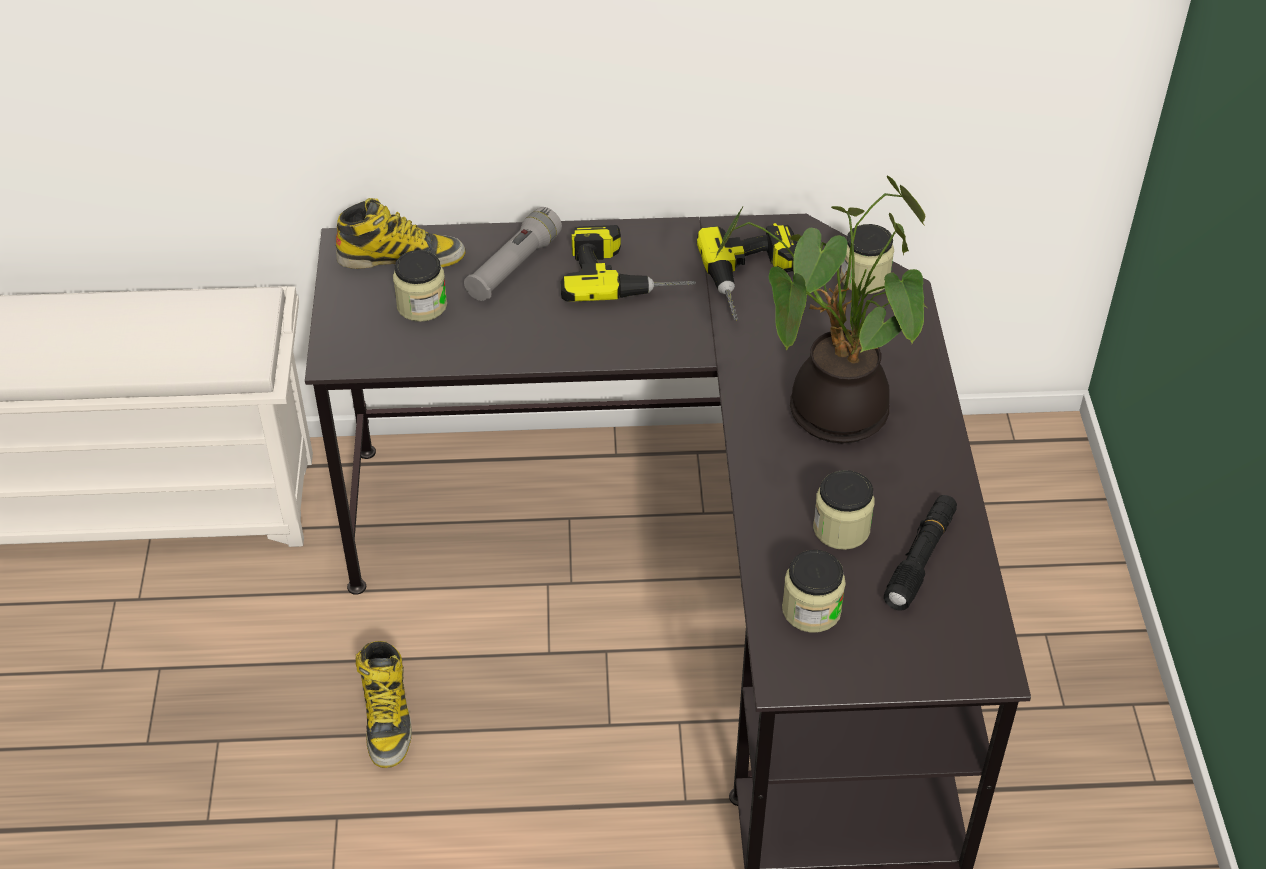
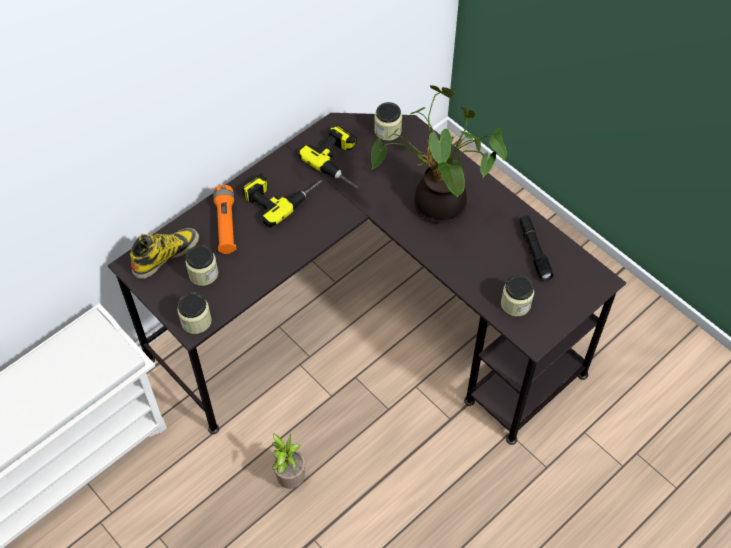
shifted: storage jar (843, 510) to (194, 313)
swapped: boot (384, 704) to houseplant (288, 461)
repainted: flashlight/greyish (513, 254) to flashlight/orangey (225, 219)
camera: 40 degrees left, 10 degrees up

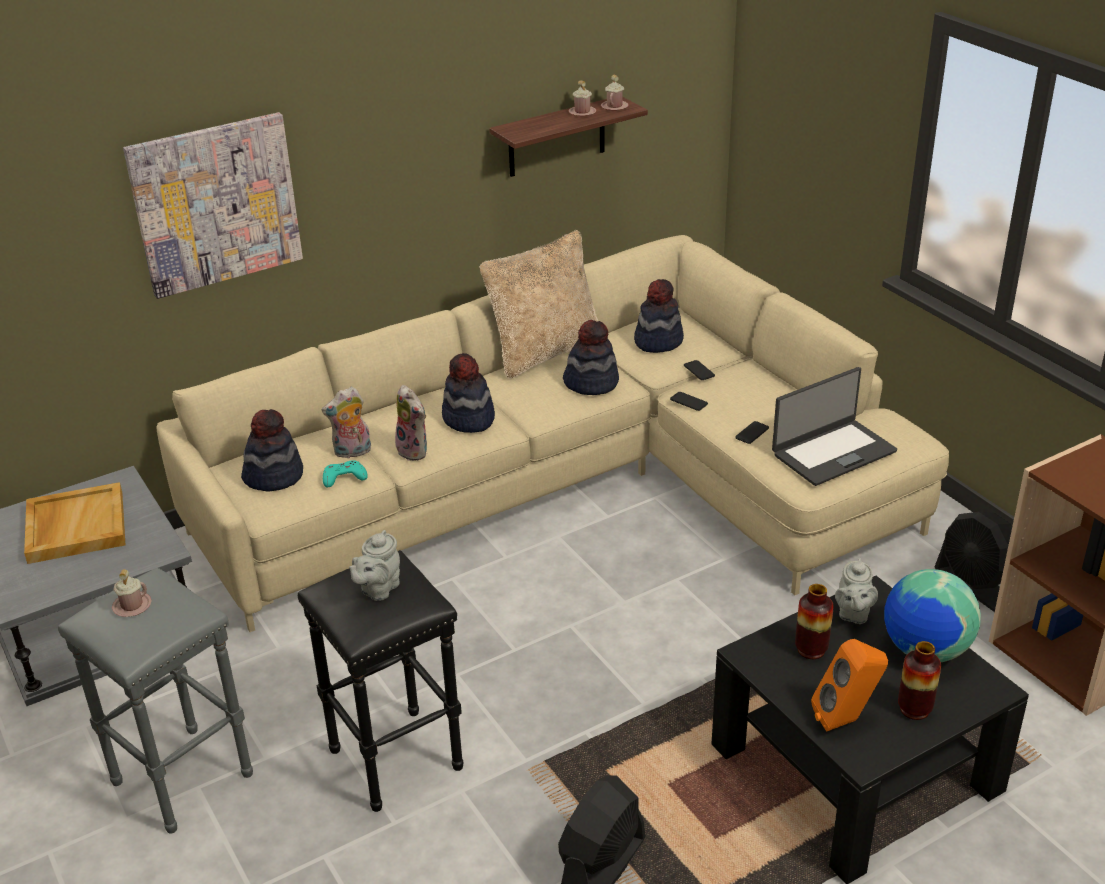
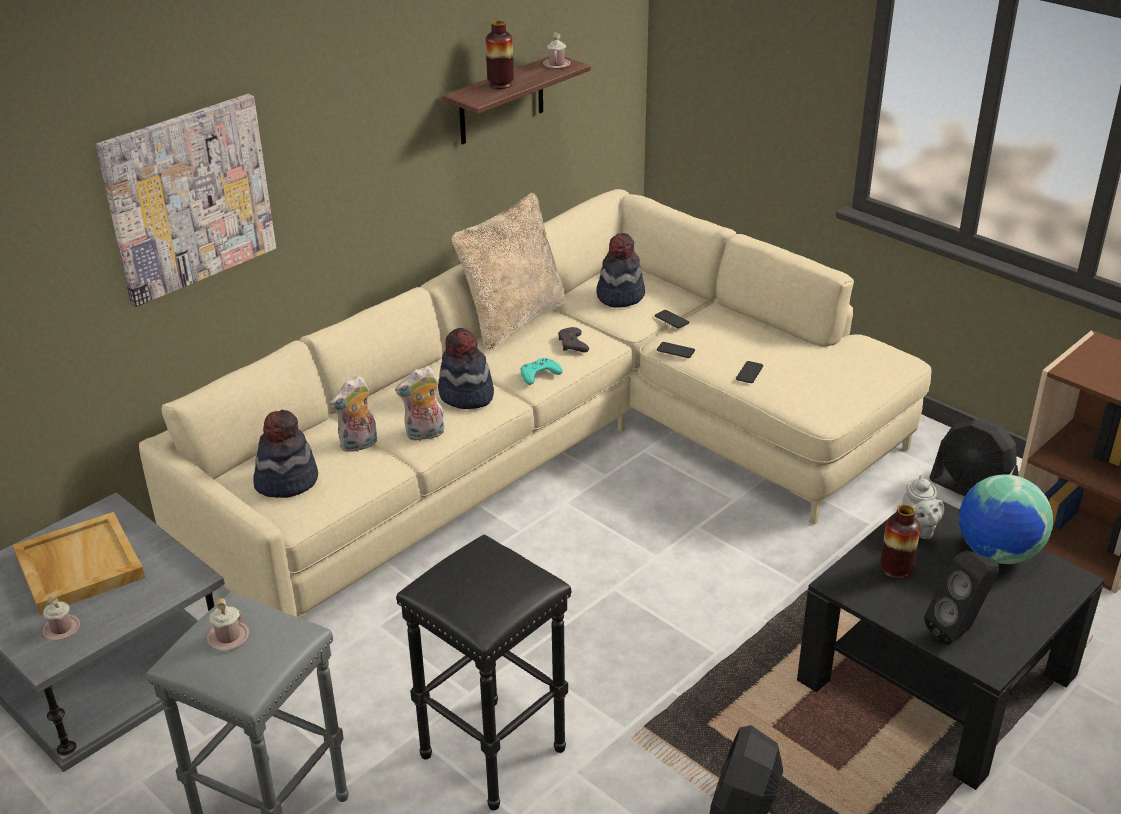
gone: tea pot/greyish (374, 565); portable computer (834, 426)
shifted: game controller/turquoise-coloured (345, 473) to (542, 371); mug/pinkish (582, 98) to (61, 618); decorative vase (919, 680) to (500, 55)
swapped: wearable hat (591, 357) to game controller/greyish (573, 339)
repainted: speaker/orangey (849, 685) to speaker/blackish (961, 598)
rotated: cuddly toy (411, 423) = (420, 403) 120 degrees clockwise
camera: 15 degrees left, 0 degrees up

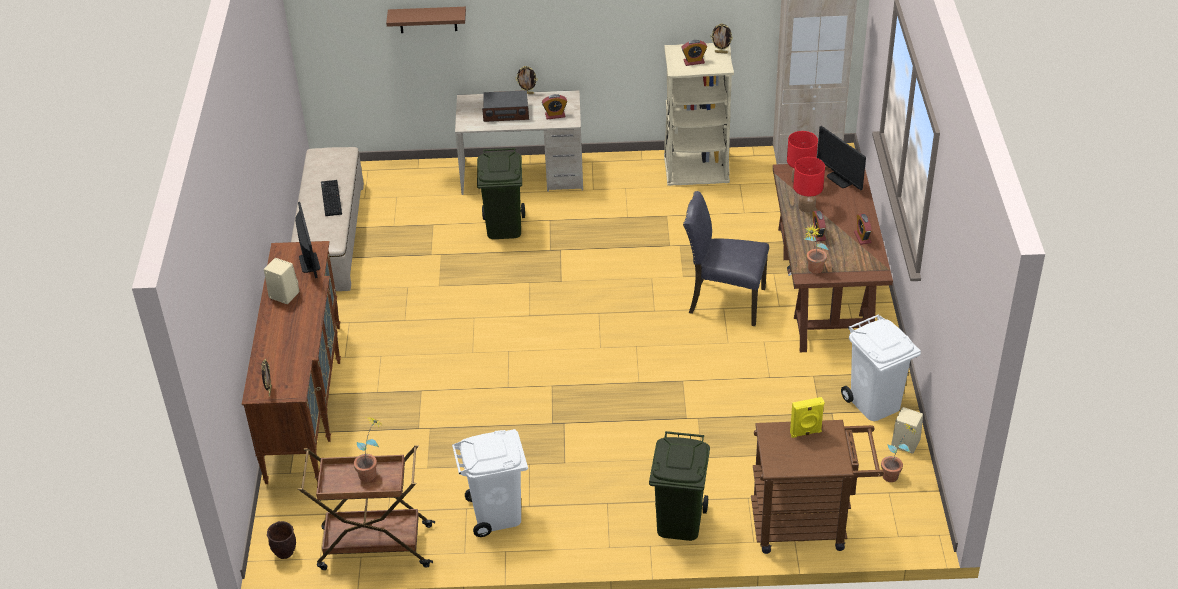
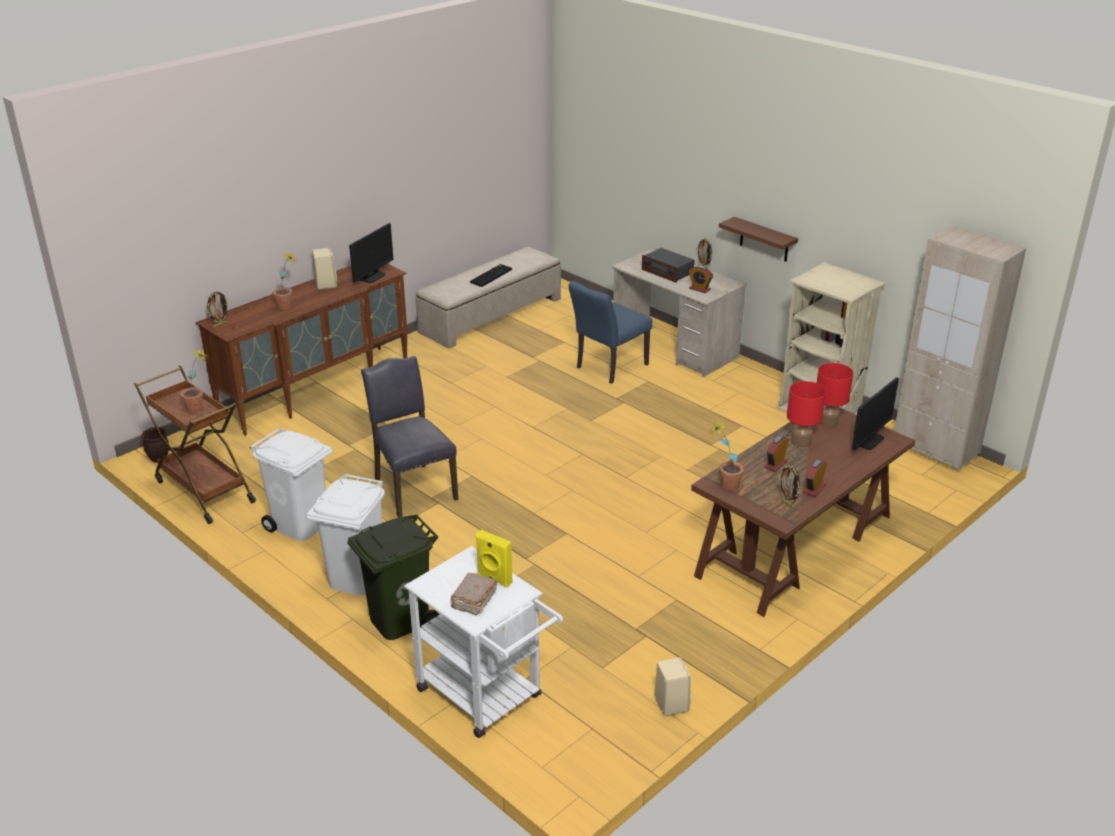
gone: table clock (694, 53)
new: volume/brownish (474, 594)
shifted: shelf/brownish (426, 20) to (758, 239); chair/greyish (726, 258) to (409, 437); photo frame (721, 39) to (789, 486); waste bin/white-coloured (881, 368) to (346, 534); houseplant (898, 453) to (285, 280)
swapped: waste bin/green-coloured (501, 193) to chair/bluish (610, 332)
repainted: cart/brownish (817, 487) to cart/white-coloured (483, 642)
rotated: monitor (841, 158) = (875, 413) 150 degrees counterclockwise
camera: 45 degrees right, 10 degrees down

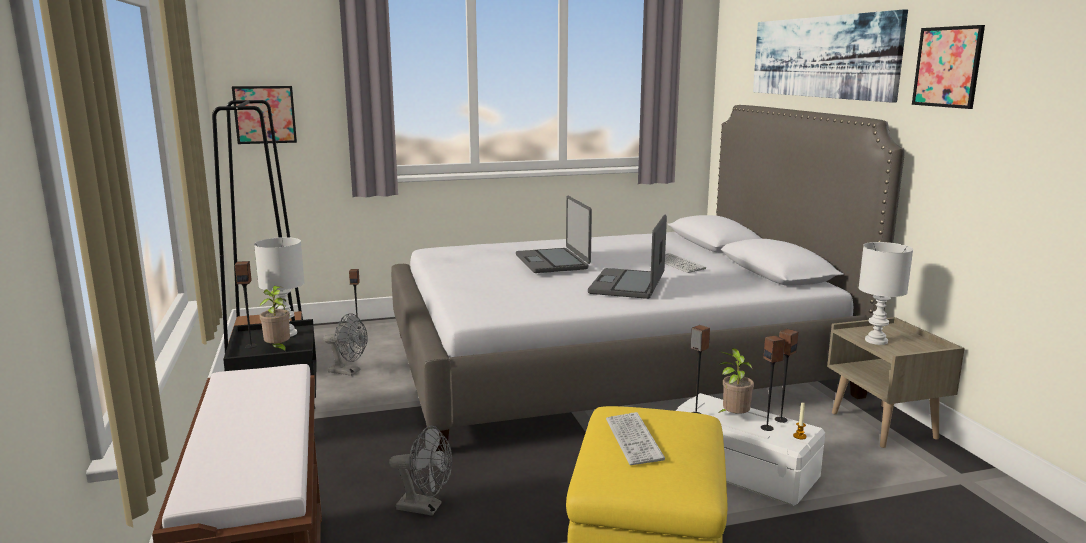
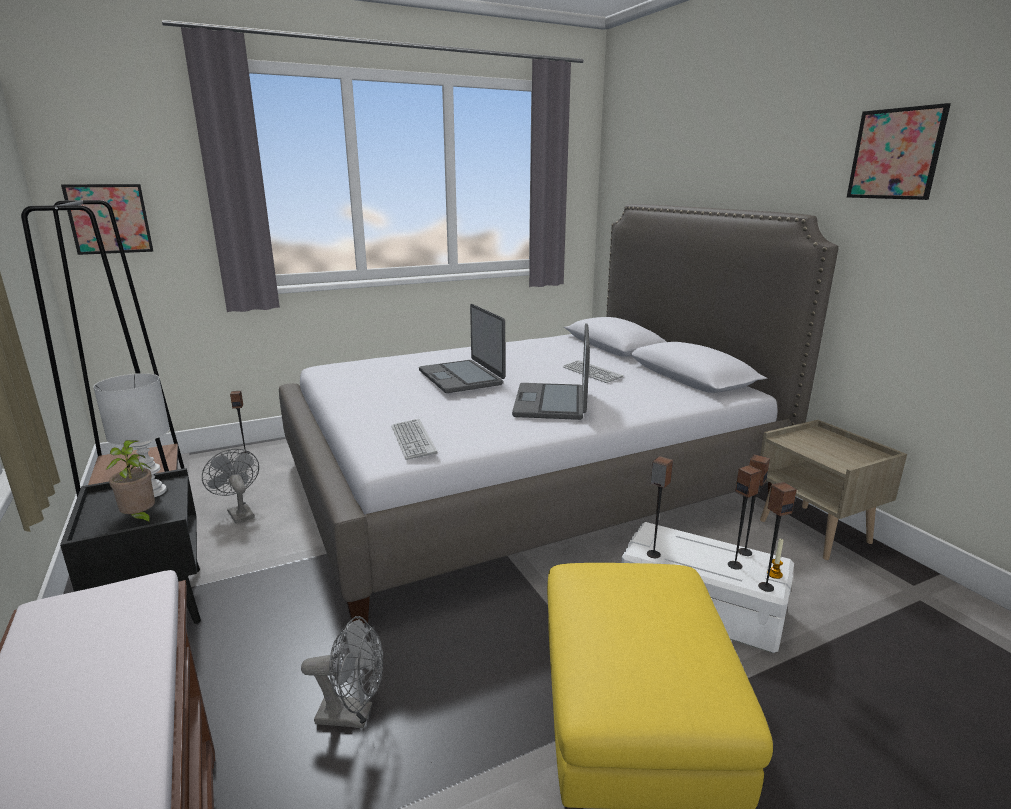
gone: houseplant (736, 381); picture (830, 56); tabletop lamp/white-coloured (886, 293)
shifted: speaker (246, 304) to (777, 537); keyboard (635, 438) to (414, 439)
rotated: fan/greyish (345, 344) = (230, 486) 135 degrees counterclockwise
camera: 10 degrees left, 5 degrees up

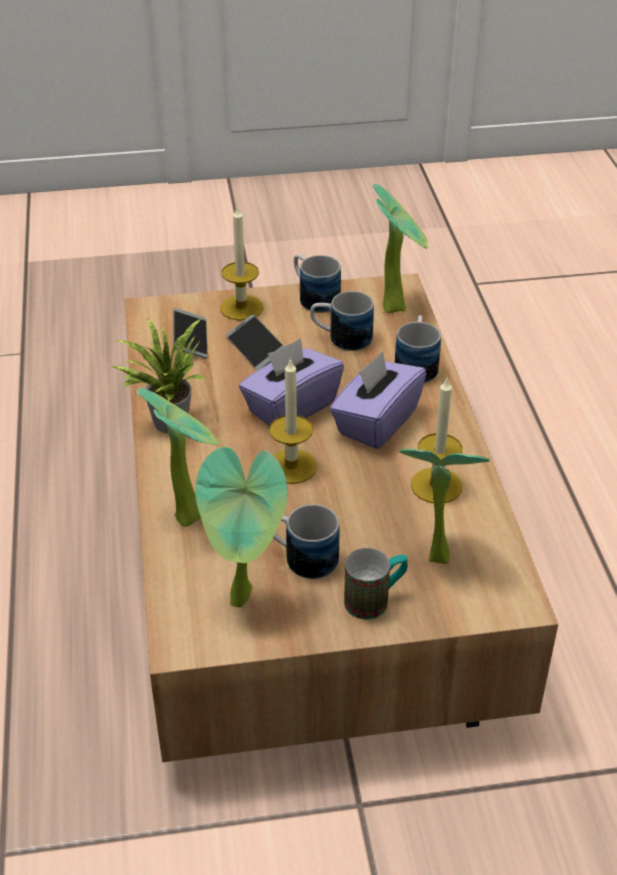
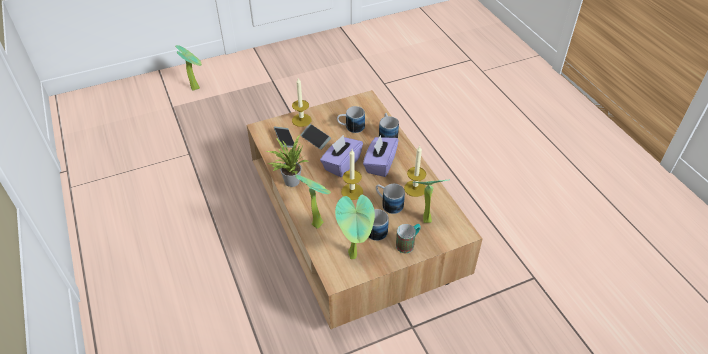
shifted: mug (317, 283) to (390, 199); houseplant (400, 248) to (188, 68)
camera: 15 degrees left, 5 degrees up

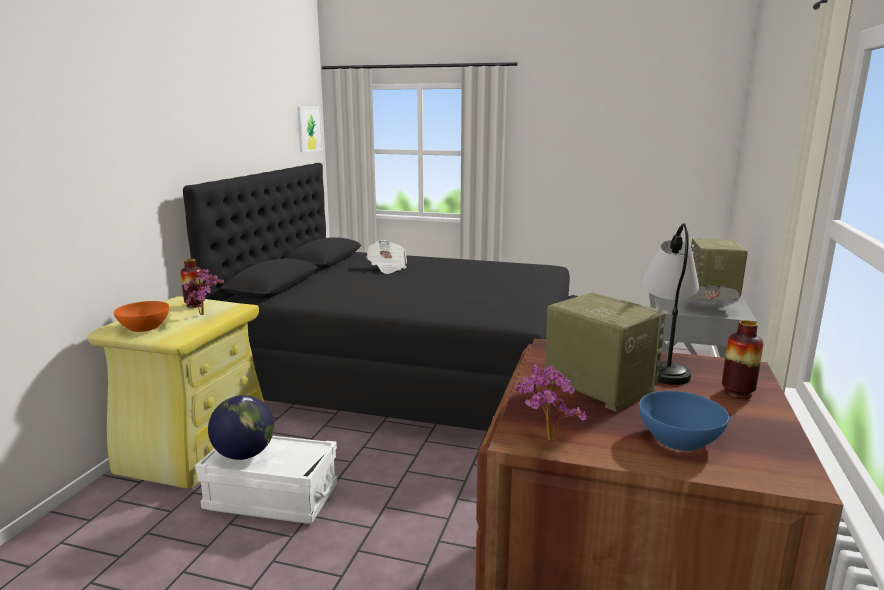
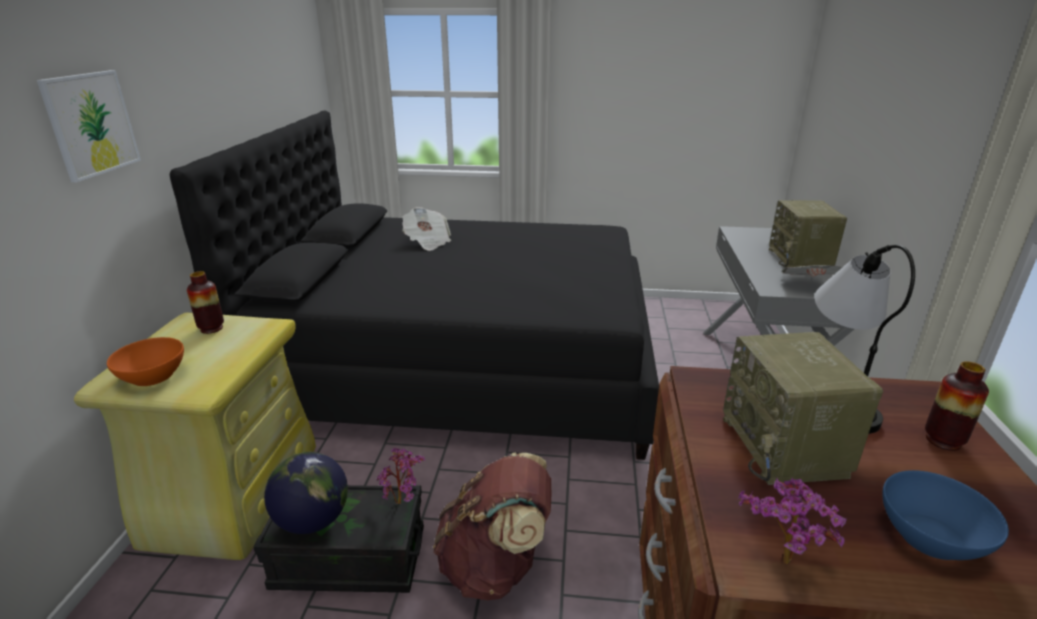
new: backpack/brownish (492, 526)
shifted: houseplant (204, 292) to (401, 476); picture (310, 129) to (89, 126)
repainted: storage box/white-coloured (266, 480) to storage box/blackish (339, 539)
rotated: radio (605, 352) = (803, 408) 135 degrees counterclockwise
camera: 10 degrees left, 10 degrees up

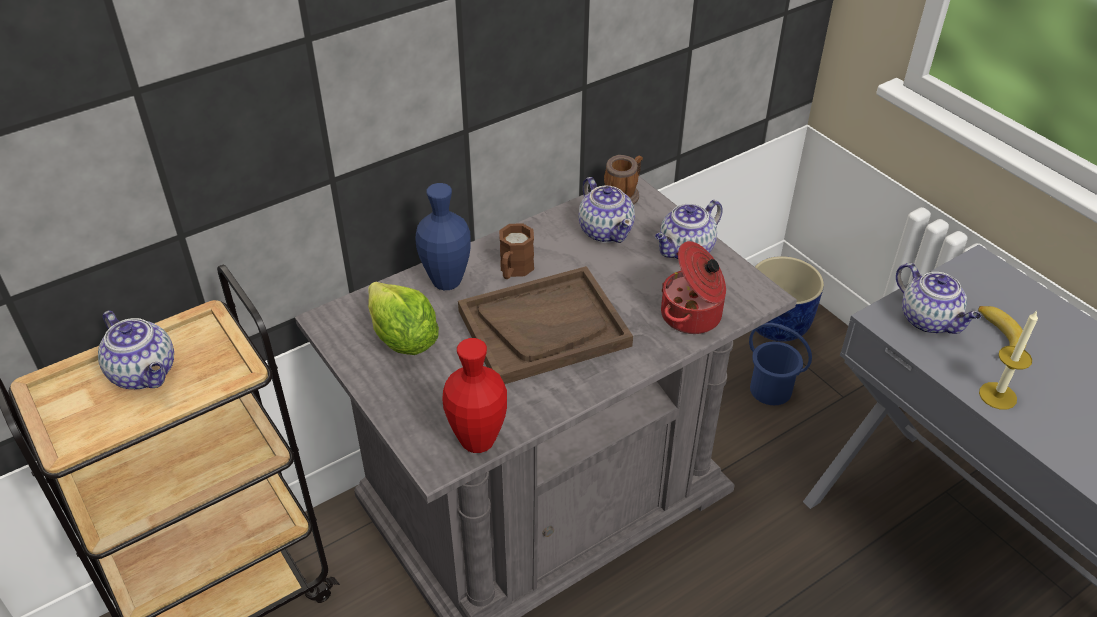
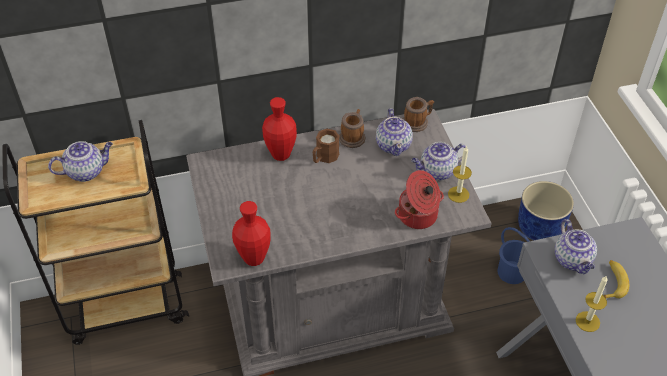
gone: lettuce (403, 318); serving tray/brownish (545, 325)
new: mug (352, 128); wax light (460, 174)
repainted: decorative vase/bluish (443, 236) to decorative vase/red (279, 129)
rotated: tea pot (136, 349) = (80, 161) 90 degrees counterclockwise
camera: 20 degrees right, 5 degrees up

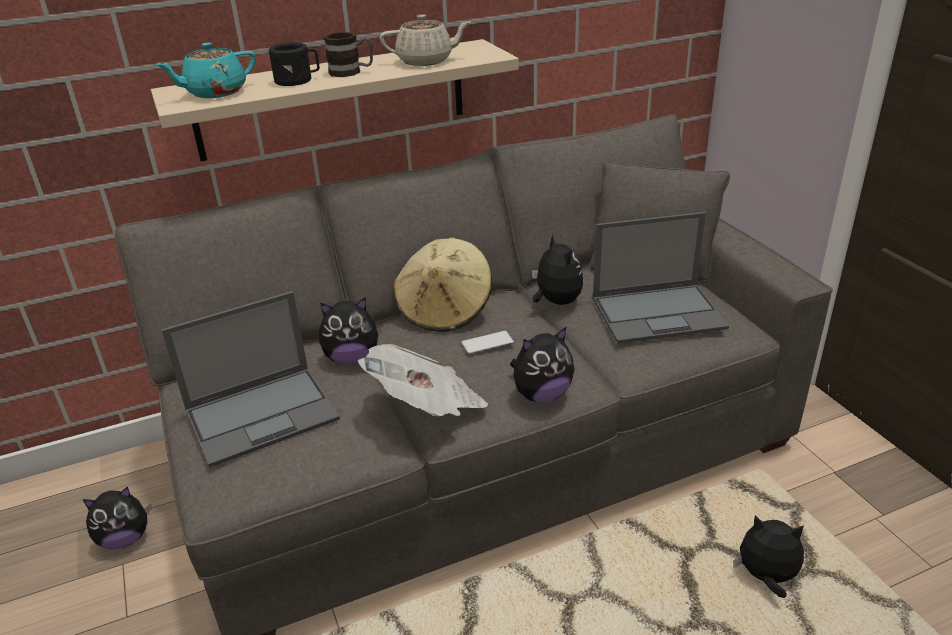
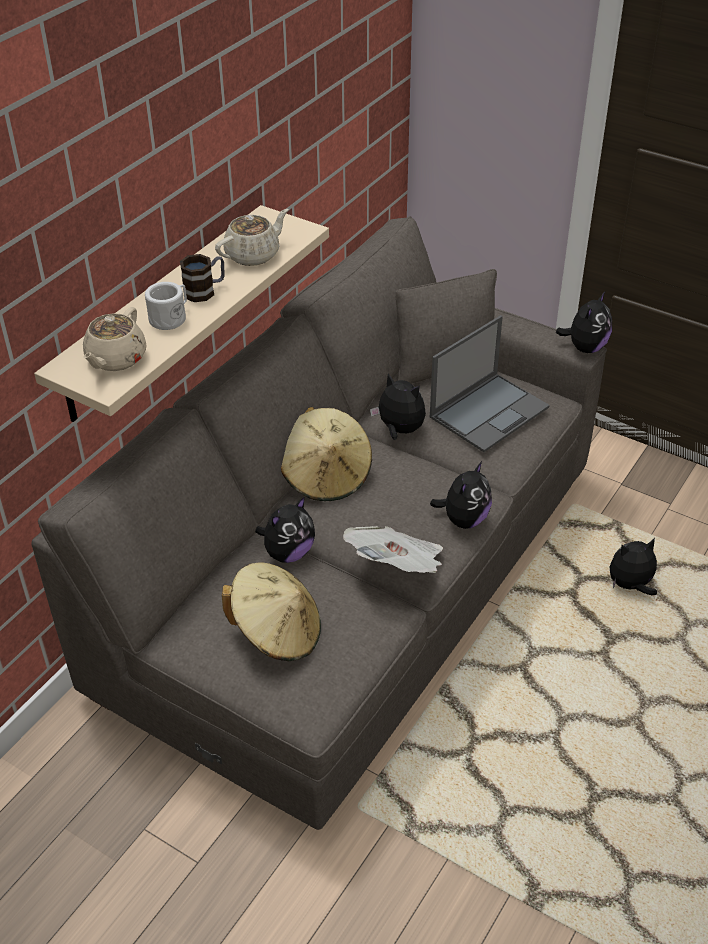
gone: handset (488, 342)
shifted: cuddly toy (117, 518) to (584, 322)
swapped: portable computer (250, 379) to wearable hat/beige (271, 611)
repainted: tea pot/turquoise-coloured (205, 70) to tea pot/beige (115, 339); mug/blackish (294, 64) to mug/white-coloured (166, 306)
camera: 35 degrees left, 10 degrees up

